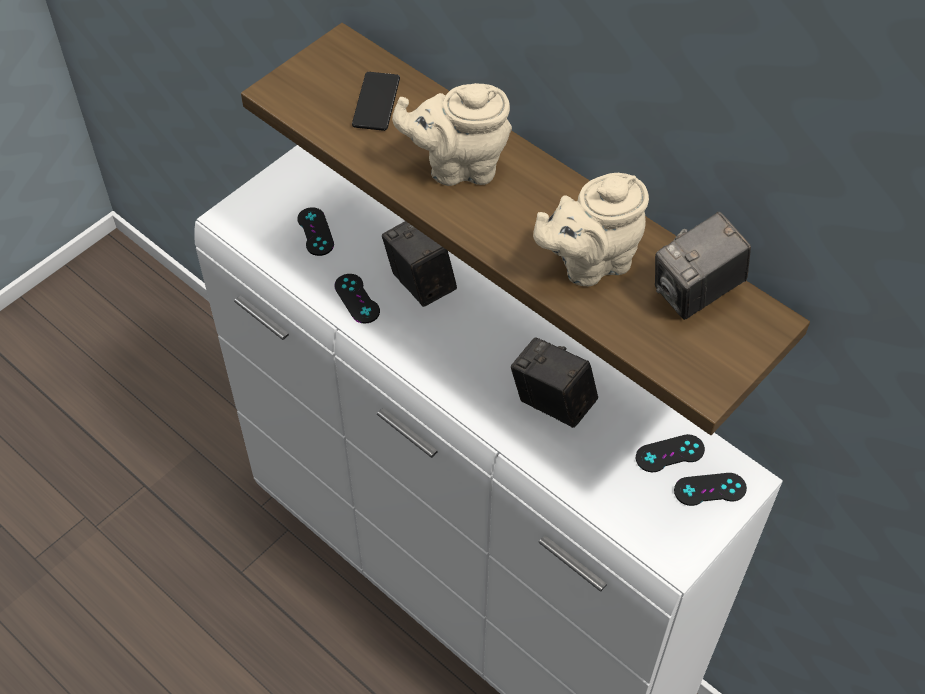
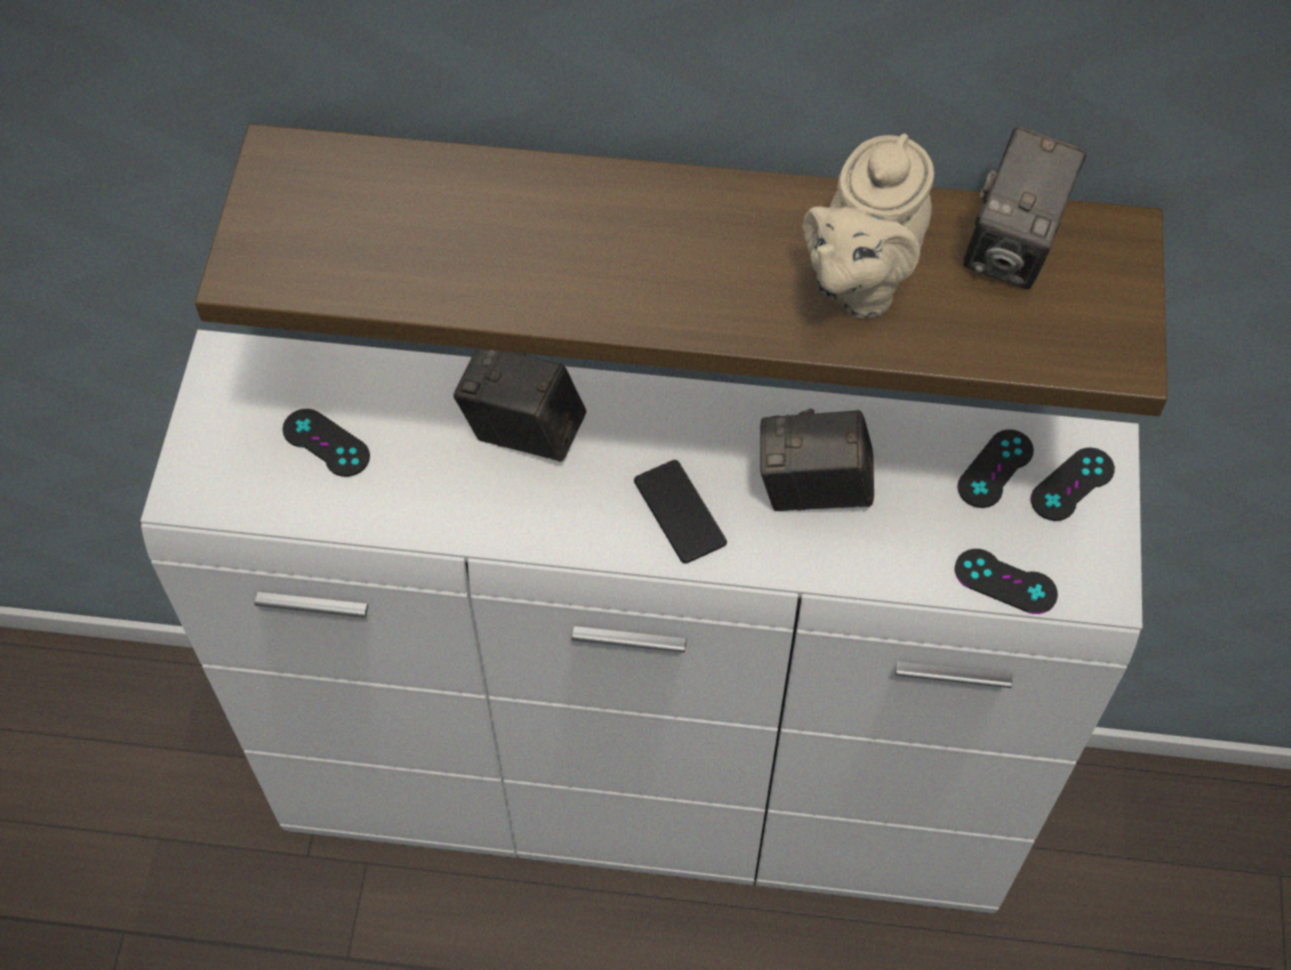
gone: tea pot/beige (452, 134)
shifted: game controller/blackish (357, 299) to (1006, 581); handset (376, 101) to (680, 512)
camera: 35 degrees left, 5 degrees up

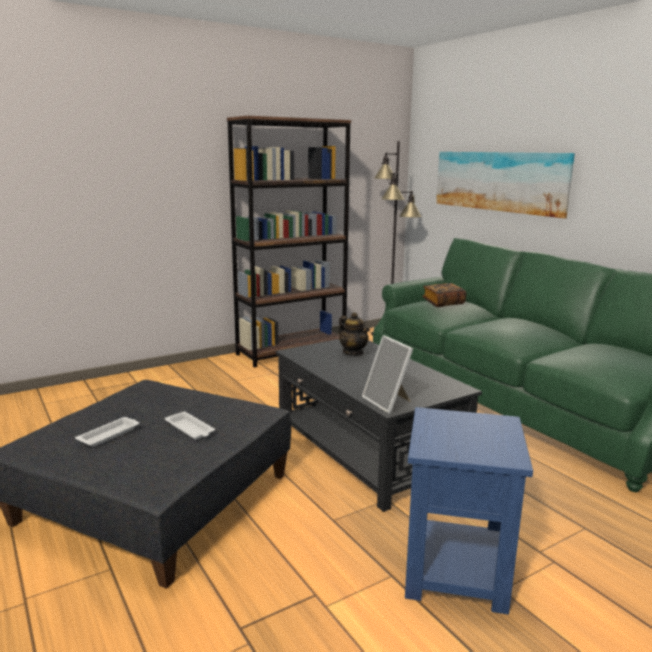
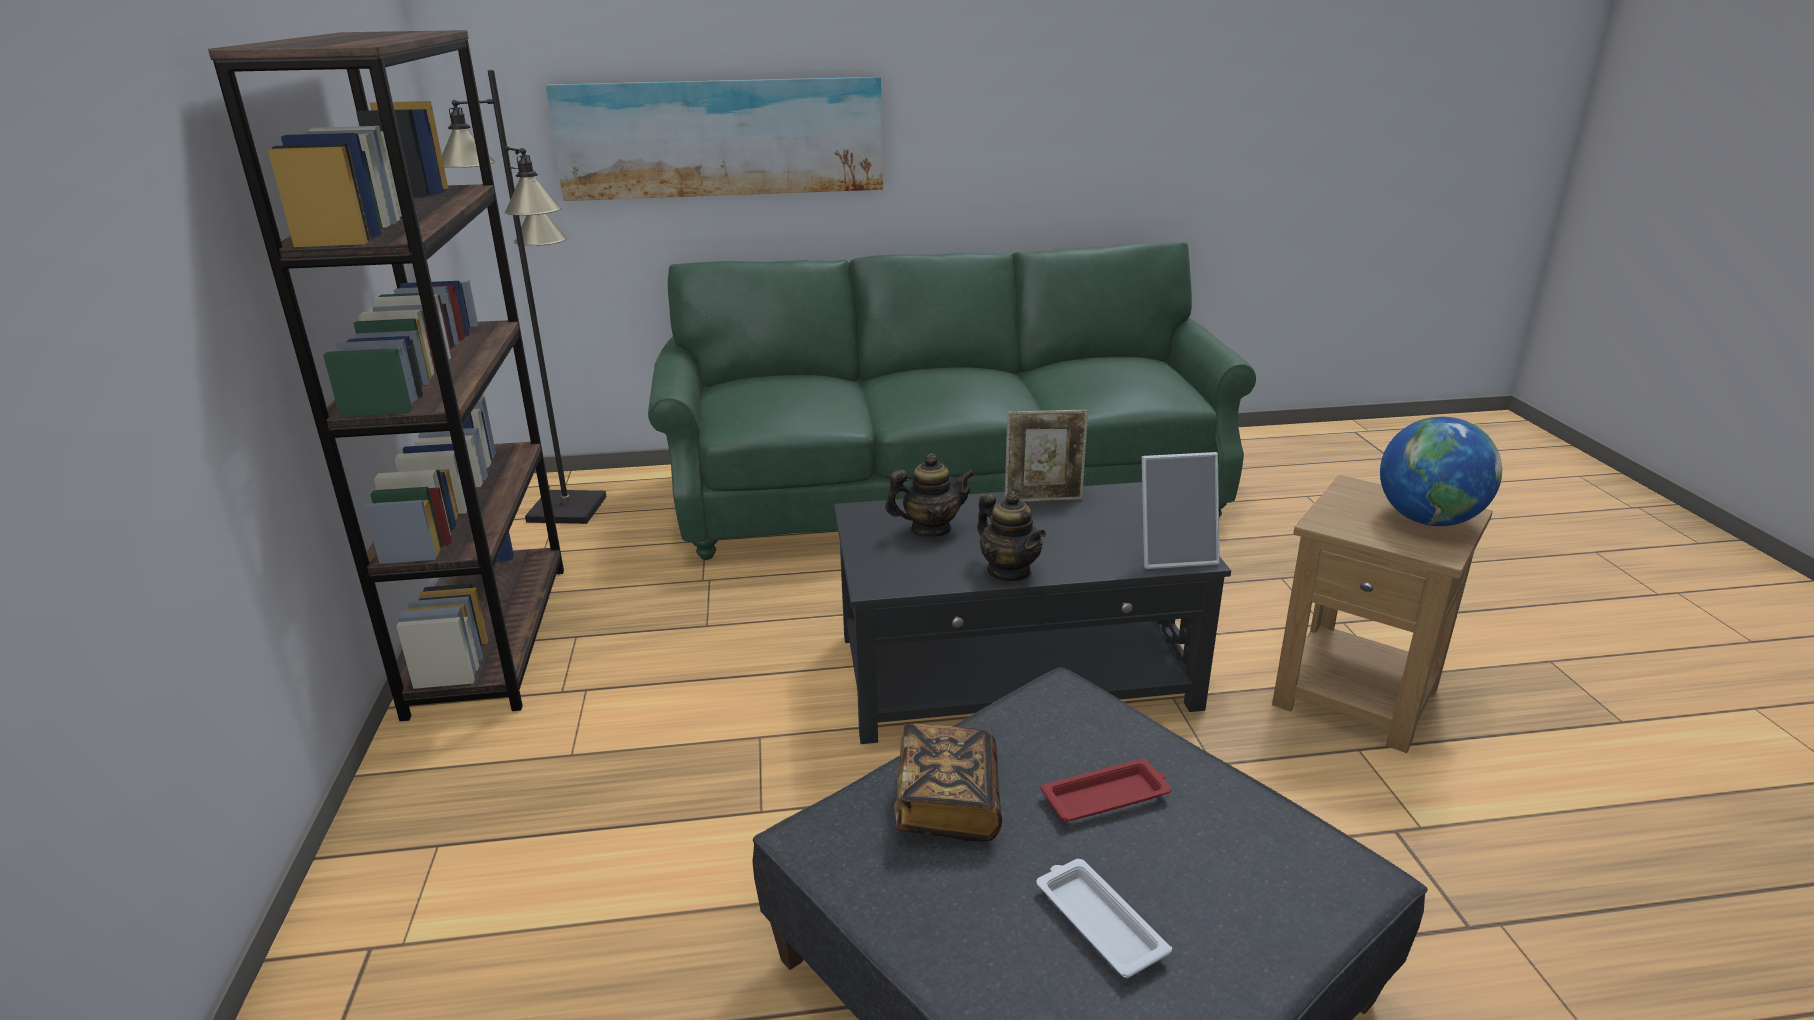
new: tea pot (1011, 536); photo frame (1046, 456); world globe (1441, 471)
shifted: volume (444, 295) to (948, 783)
repainted: serving tray/white-coloured (190, 425) to serving tray/red (1106, 790); side table/bluish (469, 511) to side table/brownish (1382, 614)
camera: 65 degrees left, 10 degrees up

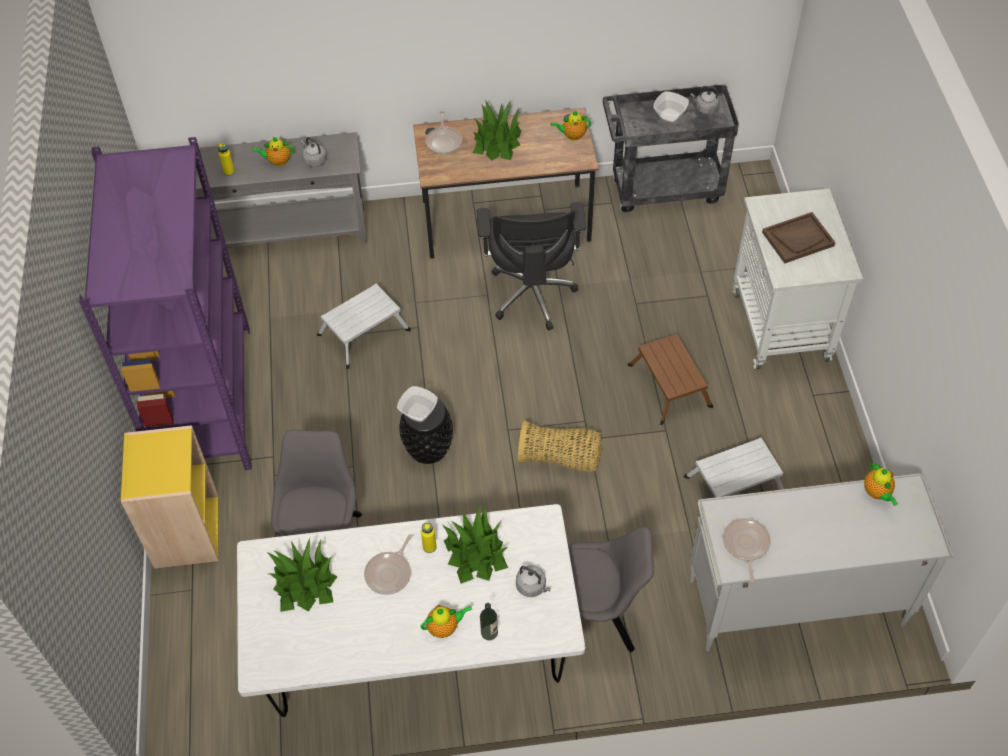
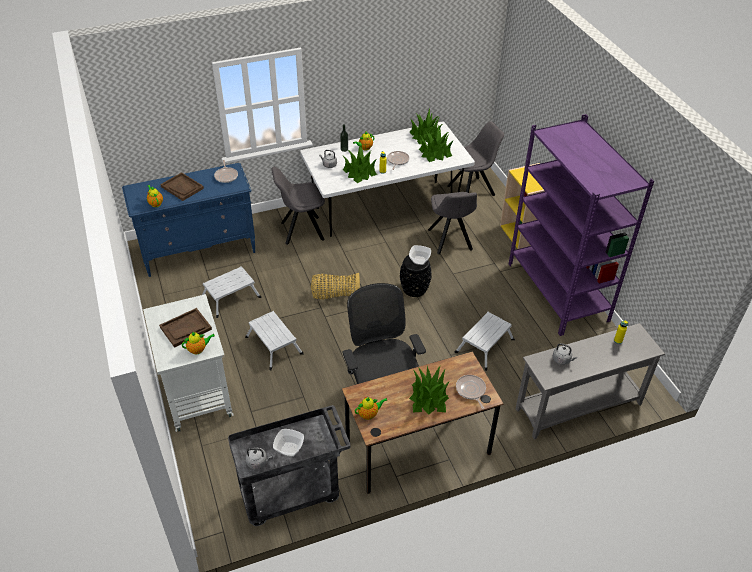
new: serving tray/brownish (182, 186); houseplant (425, 126); chair/greyish (476, 158)
shifted: tea pot (273, 151) to (198, 343)
repainted: step stool/brownish (670, 379) to step stool/white-coloured (274, 340); chest of drawers/white-coloured (821, 562) to chest of drawers/bluish (188, 220)
camera: 165 degrees right, 10 degrees down

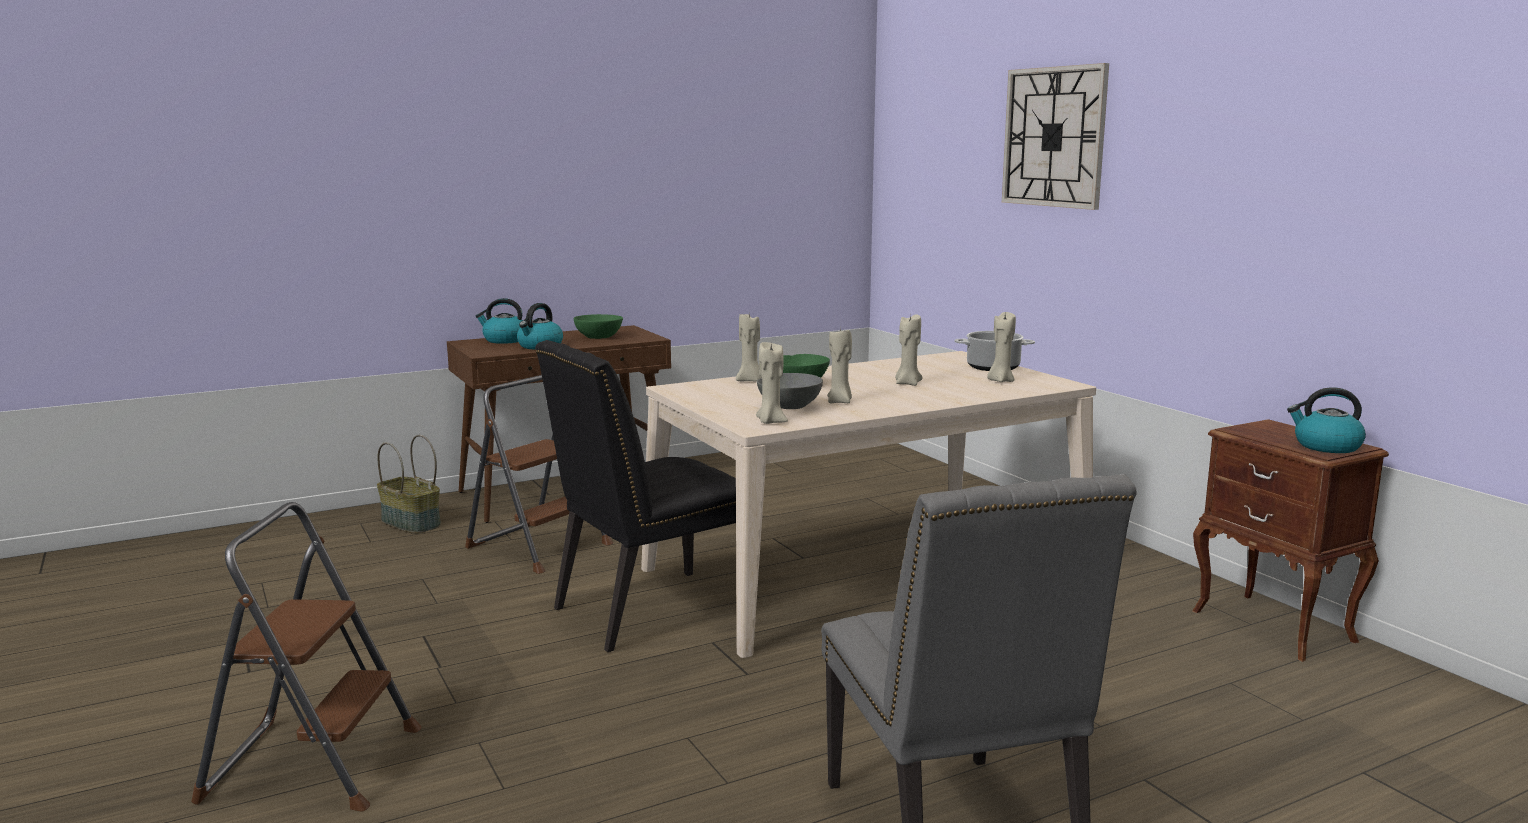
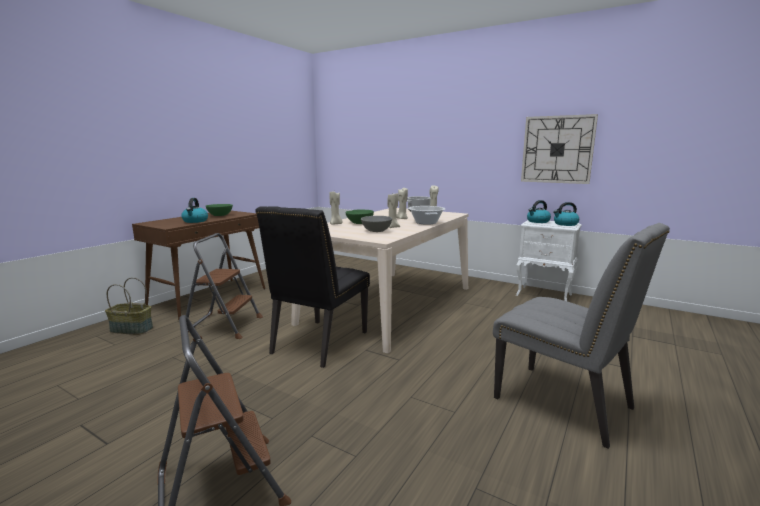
gone: wax light/beige (772, 383)
new: cooking pot (426, 215)
shifted: tea kettle (499, 321) to (539, 211); wall clock (1055, 136) to (559, 149)
repainted: bedside table/brownish (1290, 540) to bedside table/white-coloured (549, 260)
camera: 30 degrees left, 0 degrees up

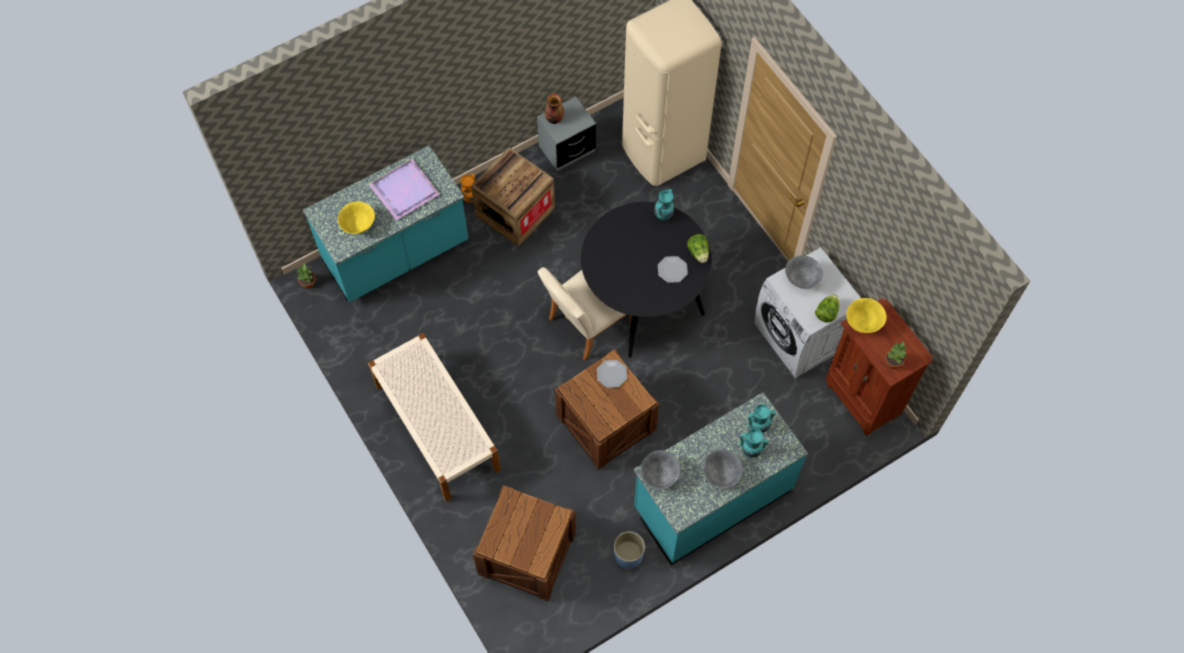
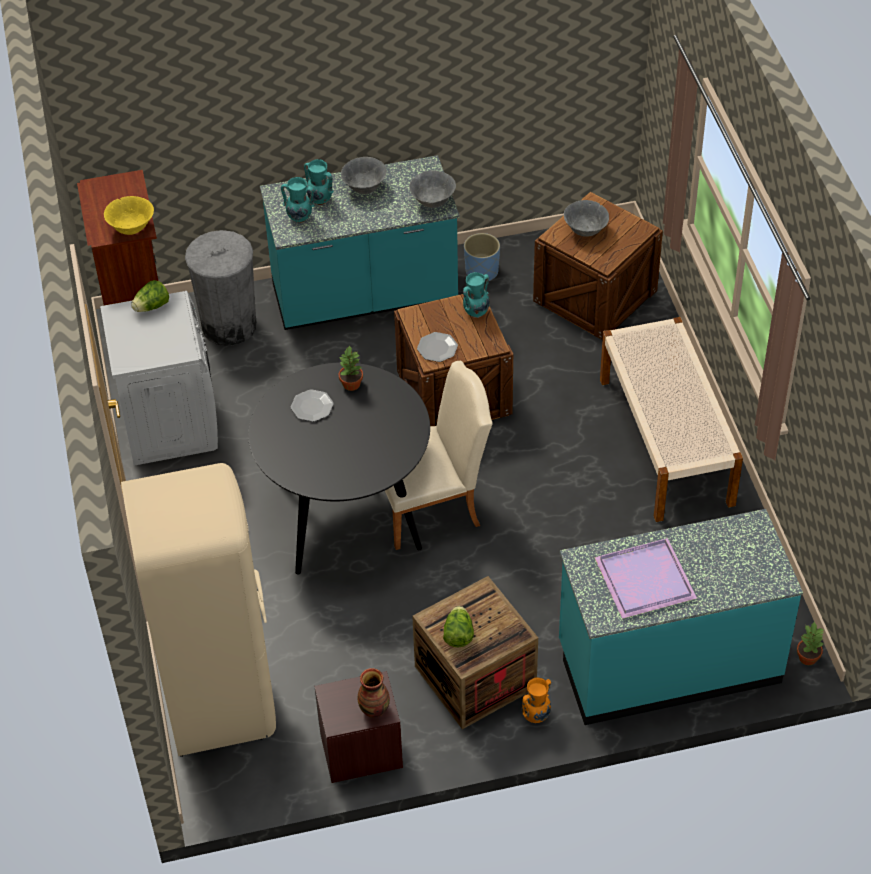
gone: bowl/yellow (356, 217)
new: waste bin/greyish (221, 288)
shifted: decorative vase/turquoise-coloured (664, 204) to (476, 295); lettuce (698, 248) to (458, 626); bowl/greyish (804, 272) to (586, 218); houseplant (896, 355) to (351, 368)
repainted: bedside table/greyish (566, 133) to bedside table/brownish (358, 727)
camera: 160 degrees left, 15 degrees down

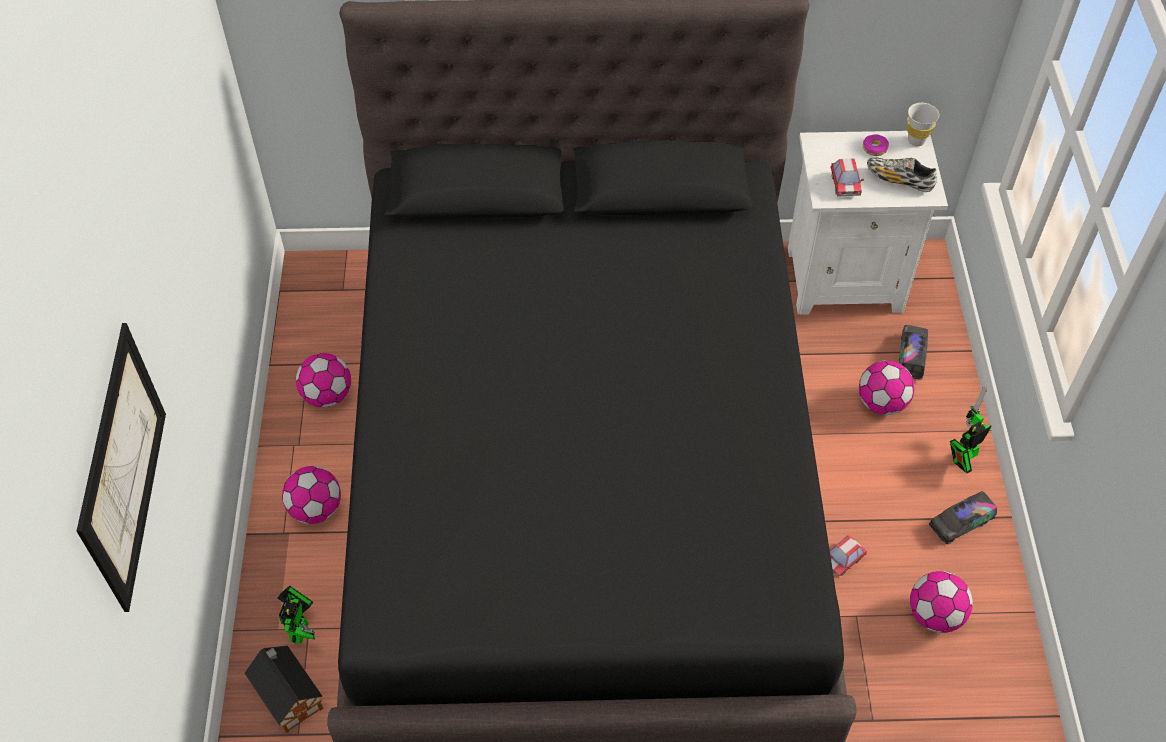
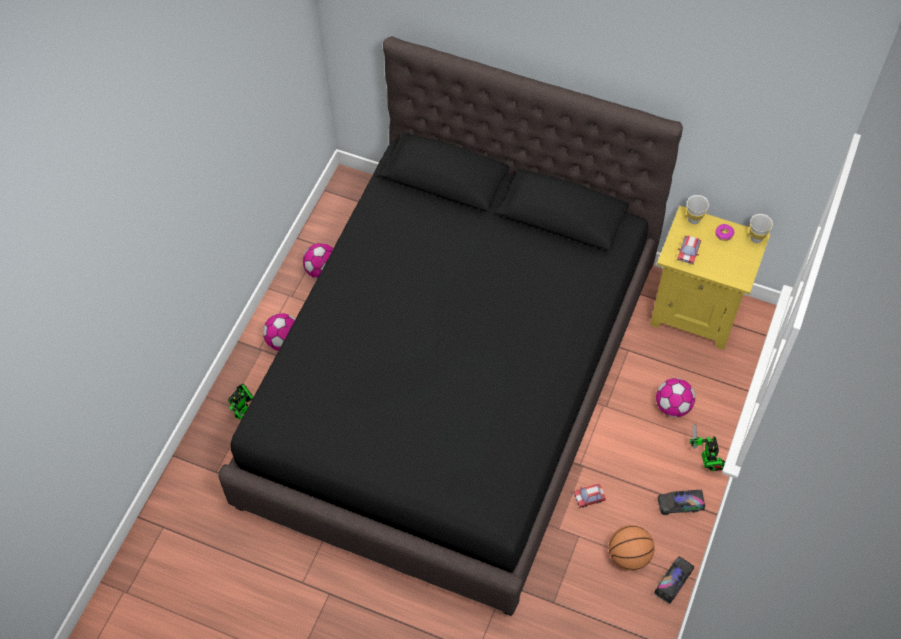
gone: picture (121, 467); model house (283, 689); item of footwear (902, 175)
new: small cup/white-coloured (698, 209)
shifted: model truck (913, 352) to (674, 580)
swapped: football ball (941, 602) to basketball (631, 547)
repainted: bedside table/white-coloured (868, 223) to bedside table/yellow (710, 278)
rotated: robot figure (971, 430) = (707, 447) 90 degrees counterclockwise
camera: 25 degrees right, 5 degrees up

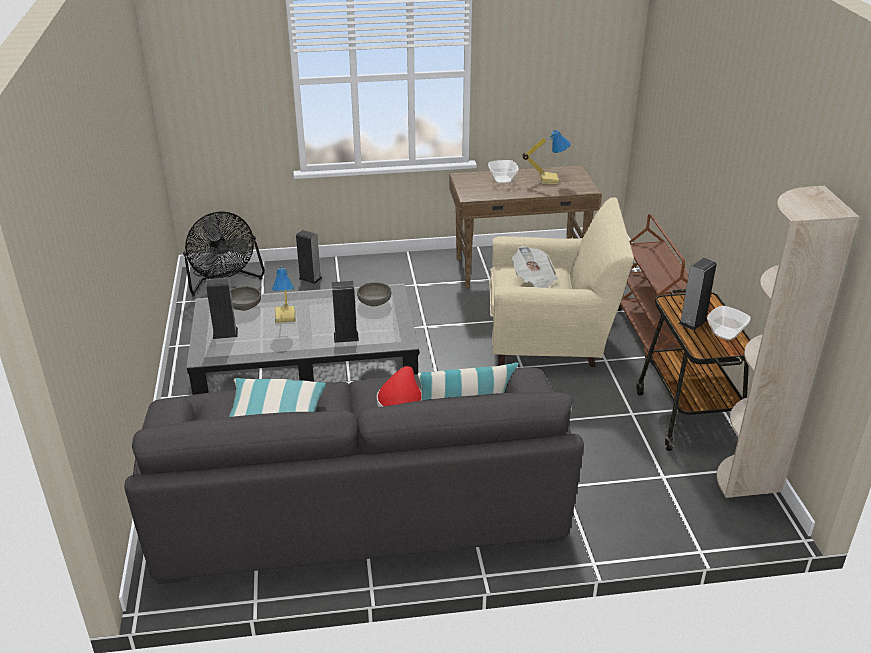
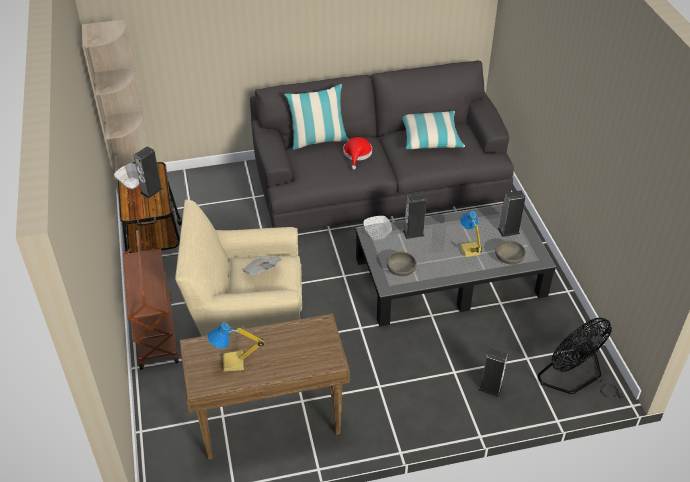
shifted: bowl (503, 171) to (377, 228)
camera: 175 degrees right, 10 degrees up

